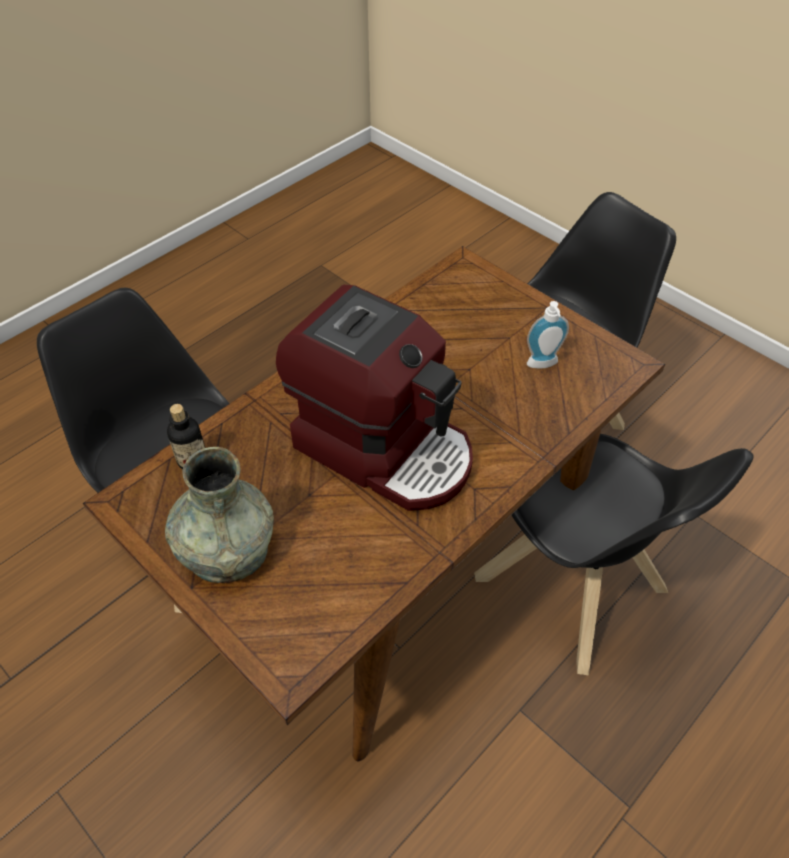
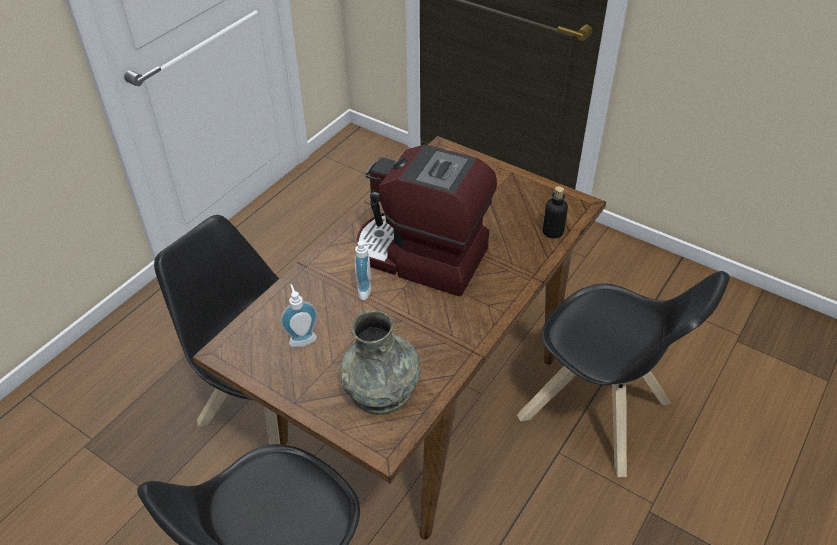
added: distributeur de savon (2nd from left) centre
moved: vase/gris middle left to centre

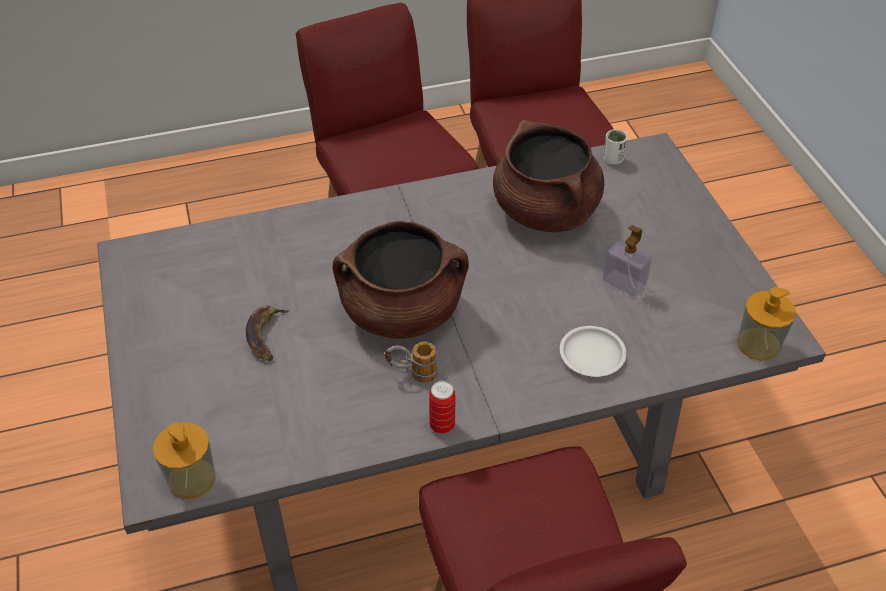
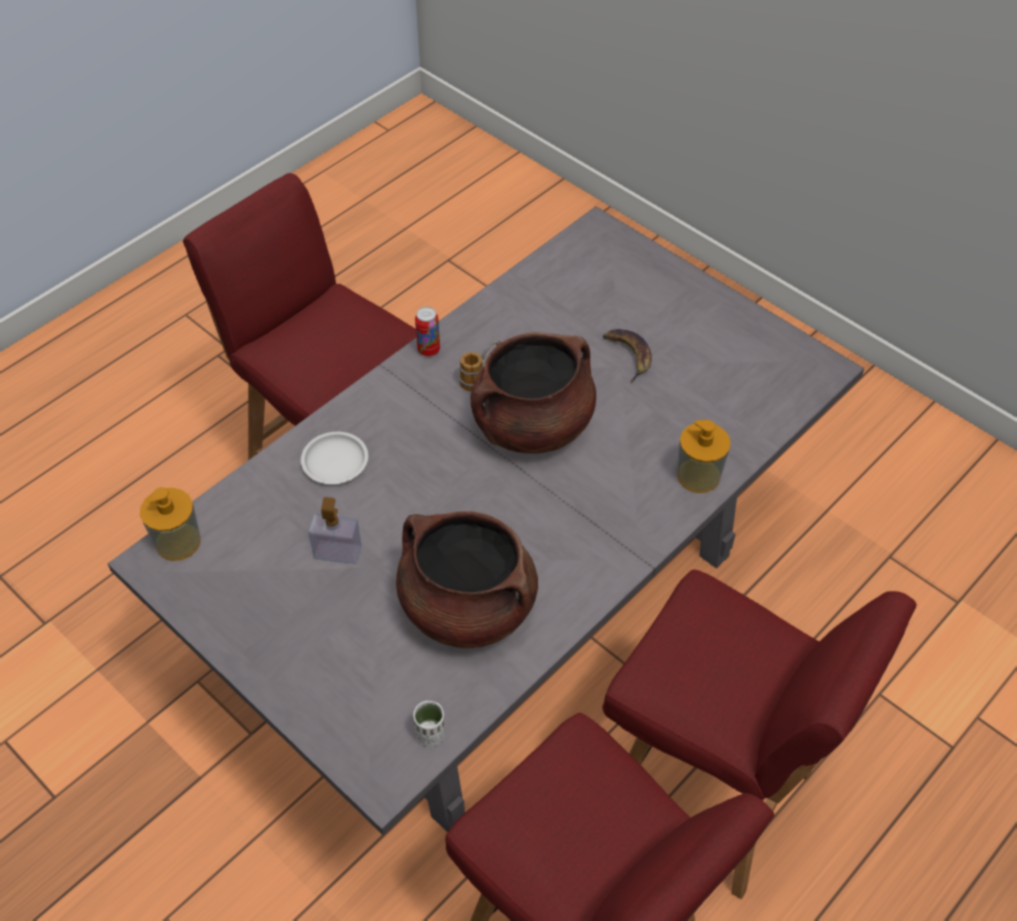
moved: distributeur de savon (1st from left in the first image) bottom left to distributeur de savon (3rd from left) middle right

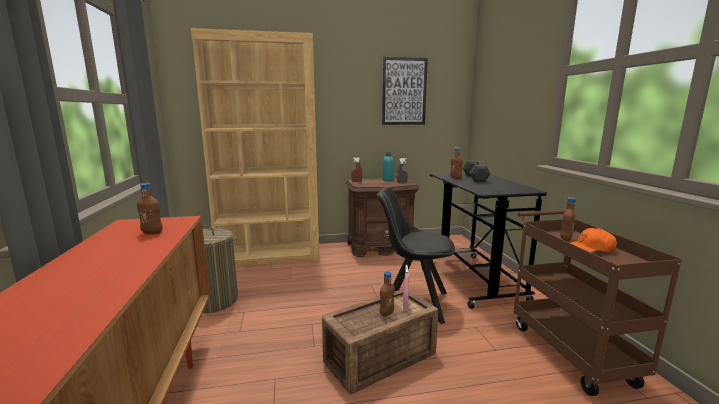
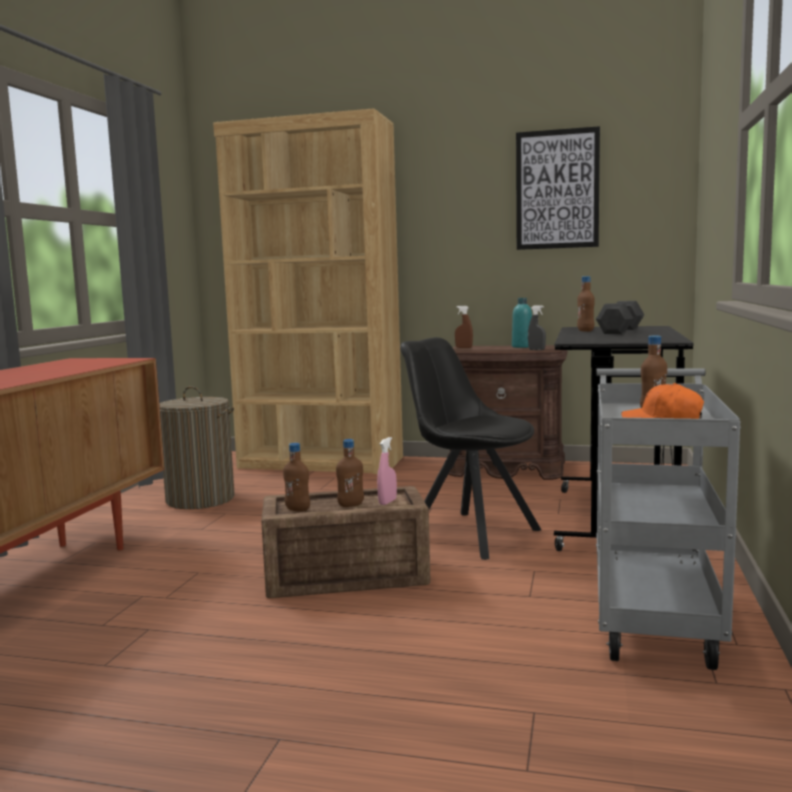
moved: bouteille/marron (1st from left) middle left to centre
recoloured: chariot/marron bottom right to chariot/gris middle right

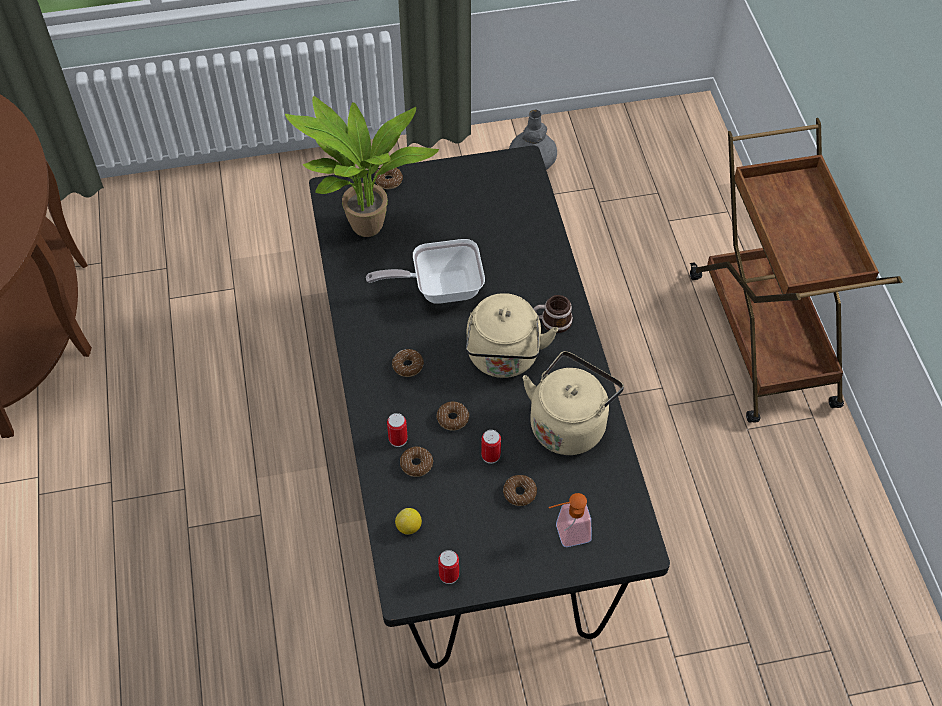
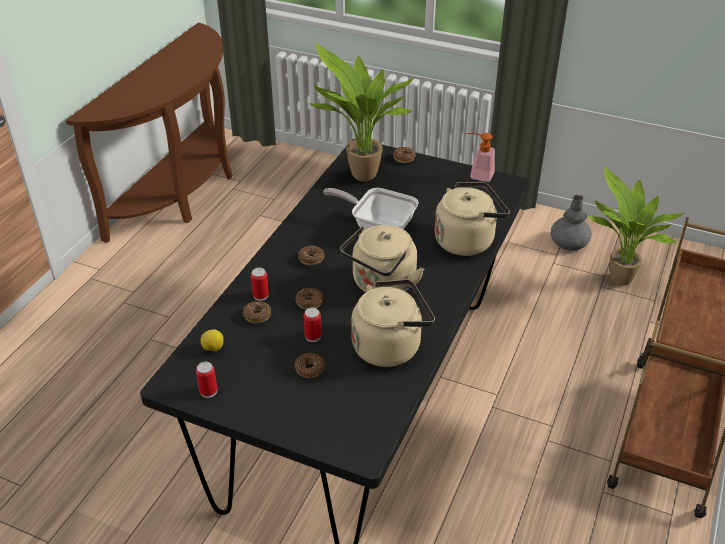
removed: mug centre
added: bouilloire/beige (3rd from left) centre; plante en pot (2nd from left) middle right
moved: distributeur de savon bottom centre to top centre

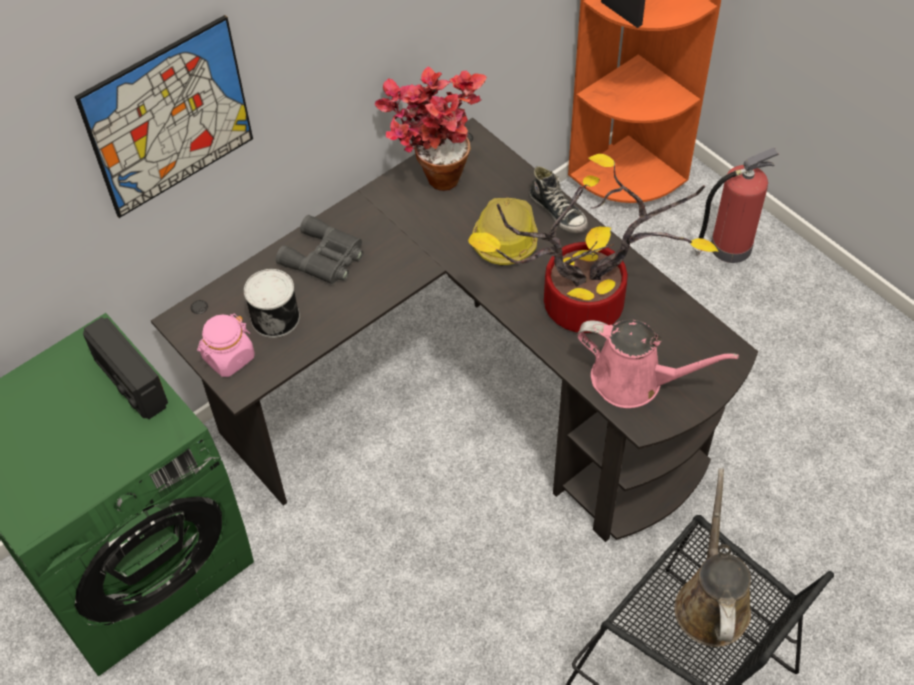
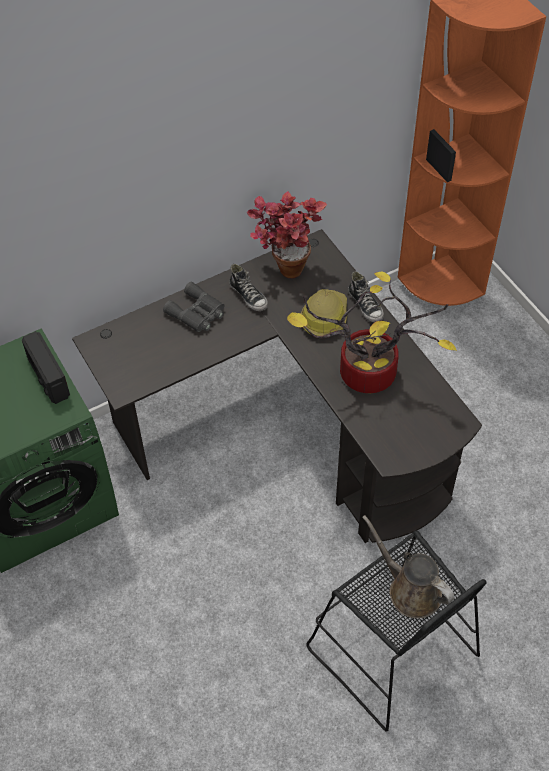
removed: tableau top left; bocal/rose middle left; boîte métallique middle left; arrosoir/rose middle right; extincteur top right
added: chaussure (1st from left) centre
turned: arrosoir/marron bottom right = bottom right 60 degrees counterclockwise

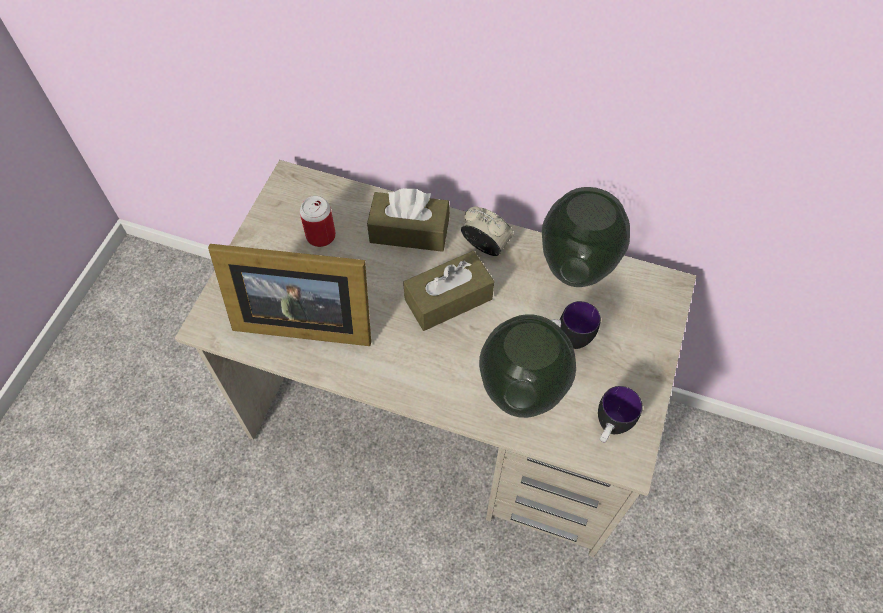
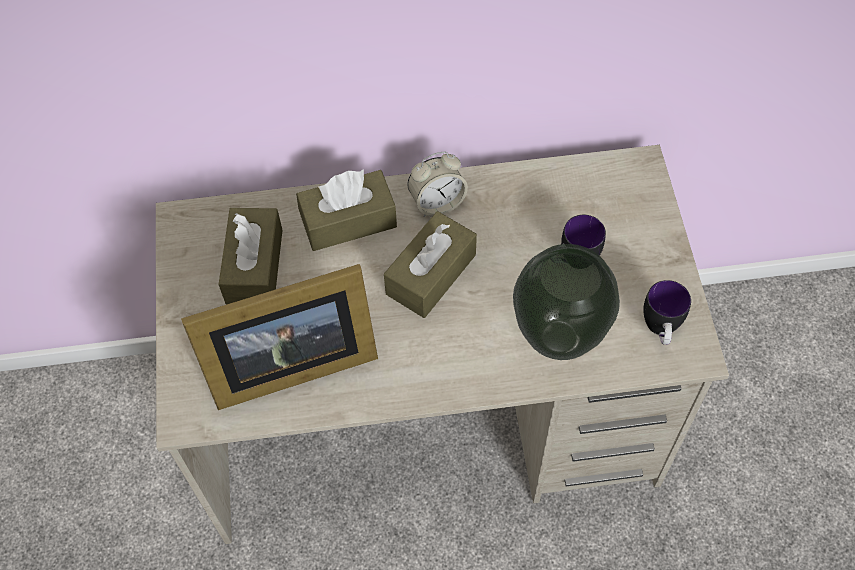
removed: vase (2nd from left) centre
replaced: boîte métallique centre to boîte à mouchoirs/marron (1st from left) middle left
turned: réveil centre = top centre 150 degrees clockwise

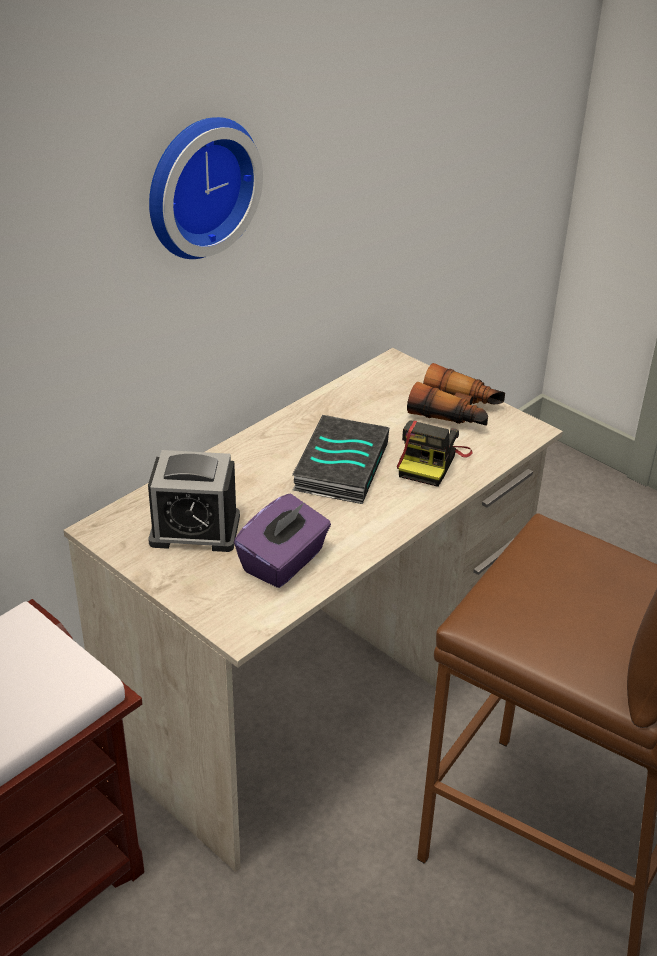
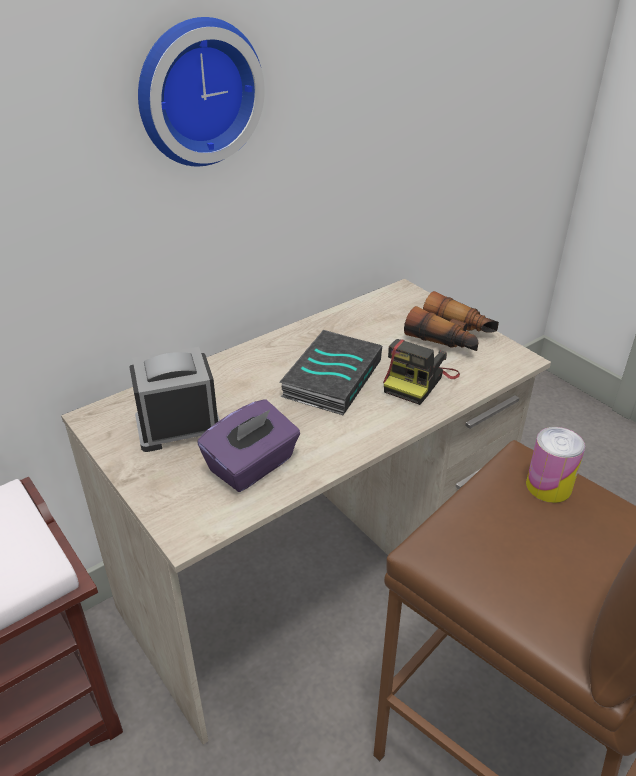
added: boîte métallique middle right
turned: réveil middle left = middle left 150 degrees clockwise

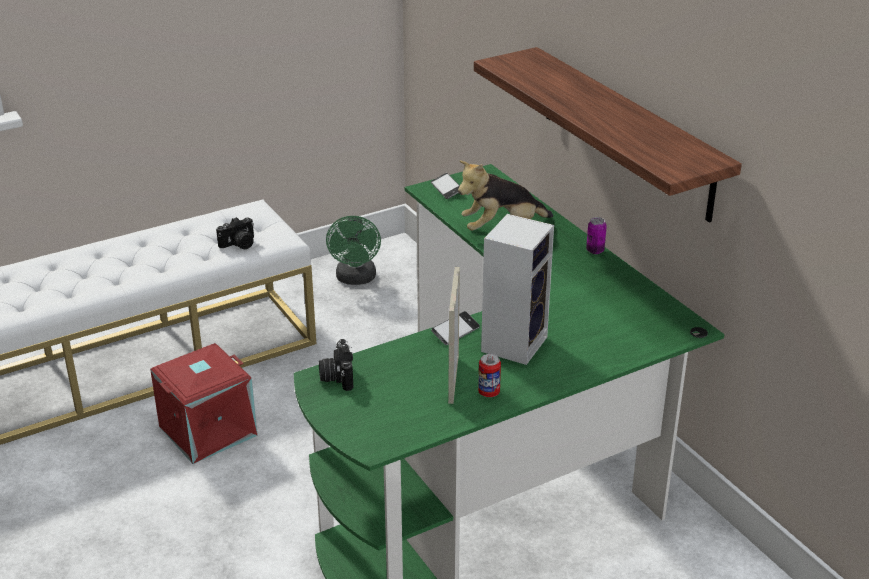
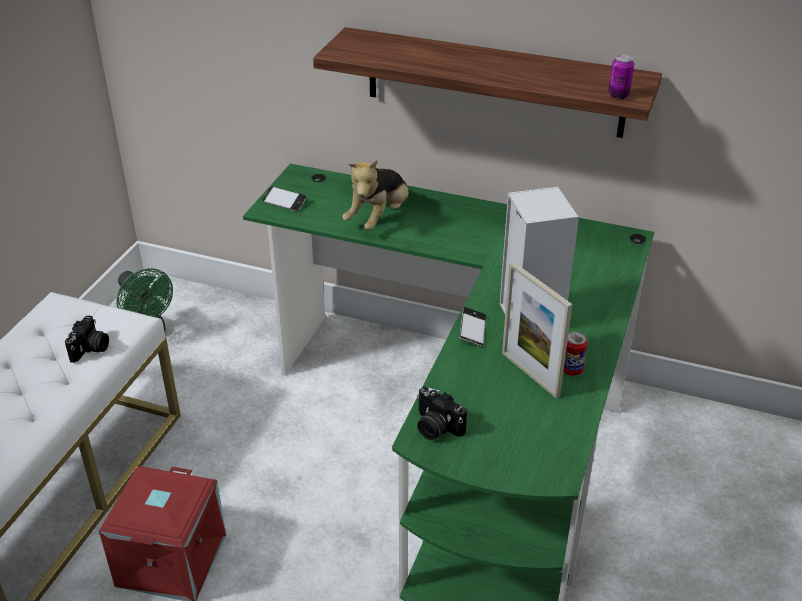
moved: boîte métallique (2nd from left) middle right to top right

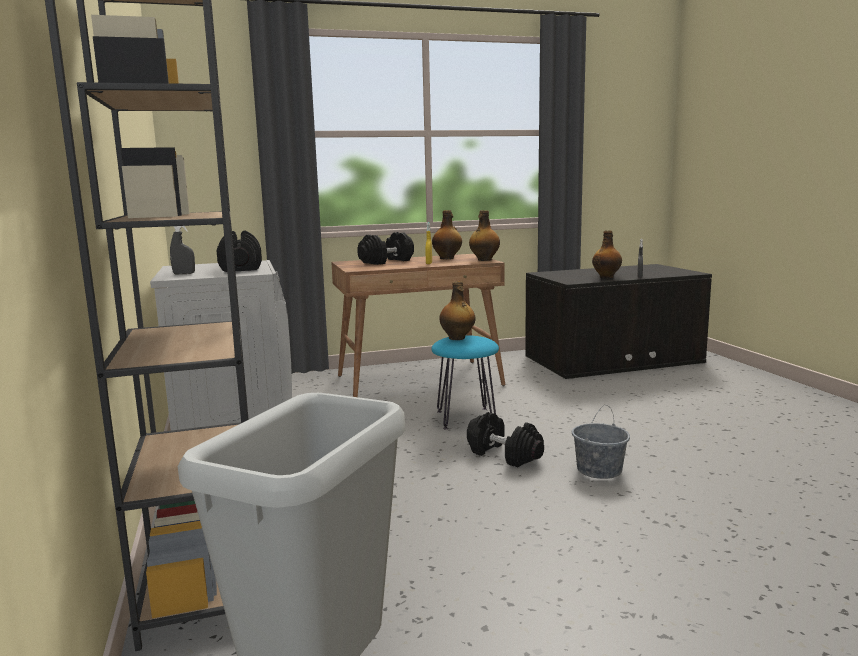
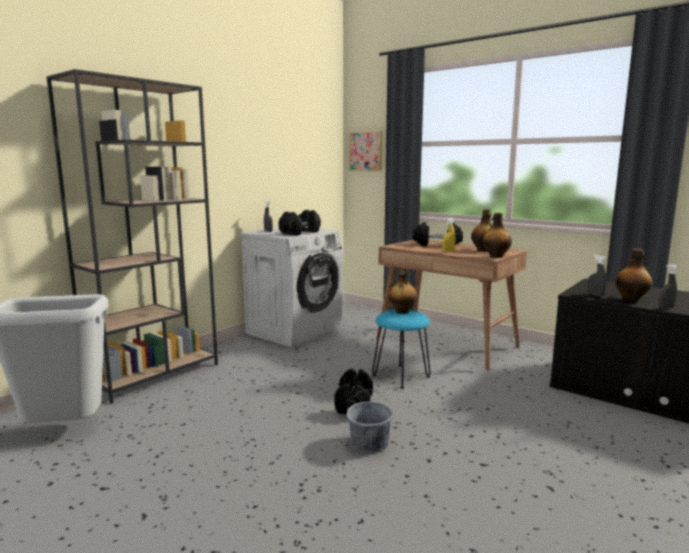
added: tableau top centre; vaporisateur/gris (2nd from left) middle right

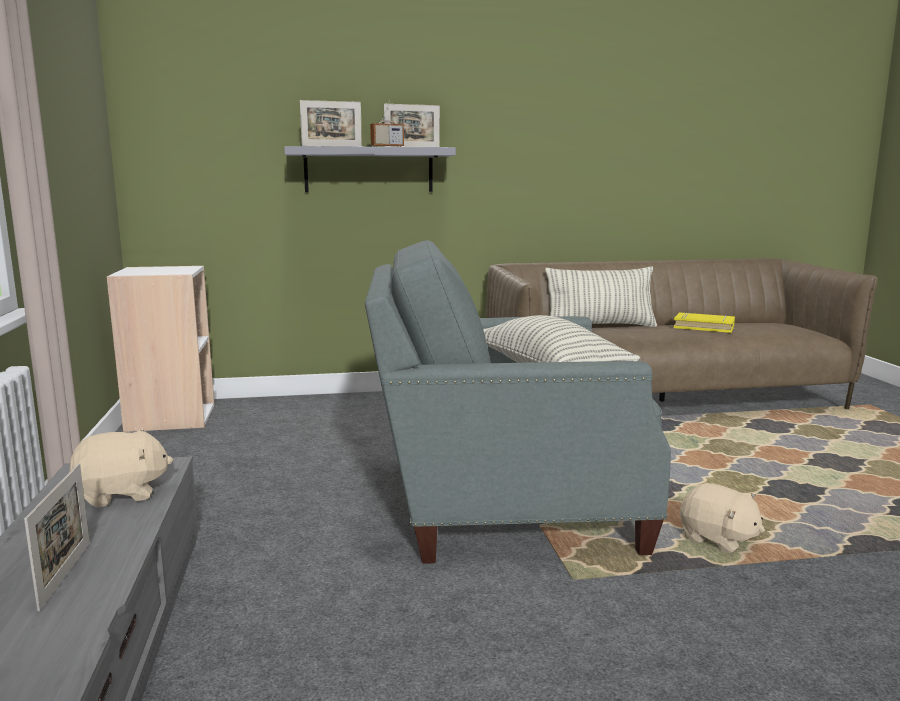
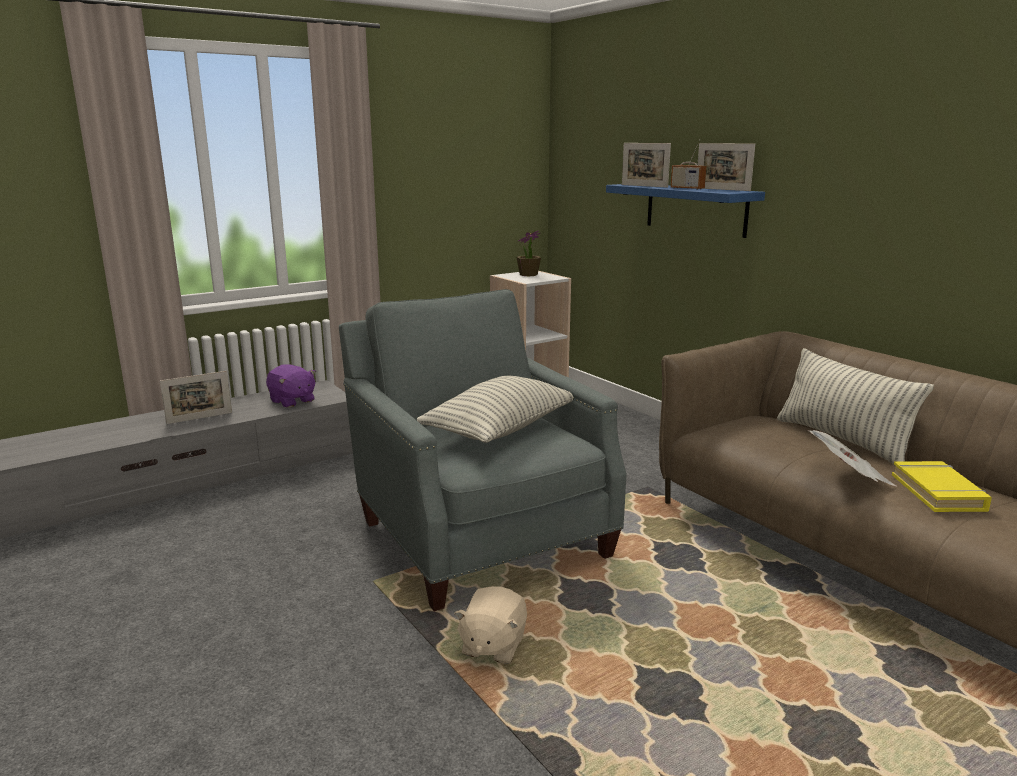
added: plante en pot top centre; journal middle right
recoloured: peluche/beige (1st from left) bottom left to peluche/violet middle left; étagère/gris top centre to étagère/bleu top right

